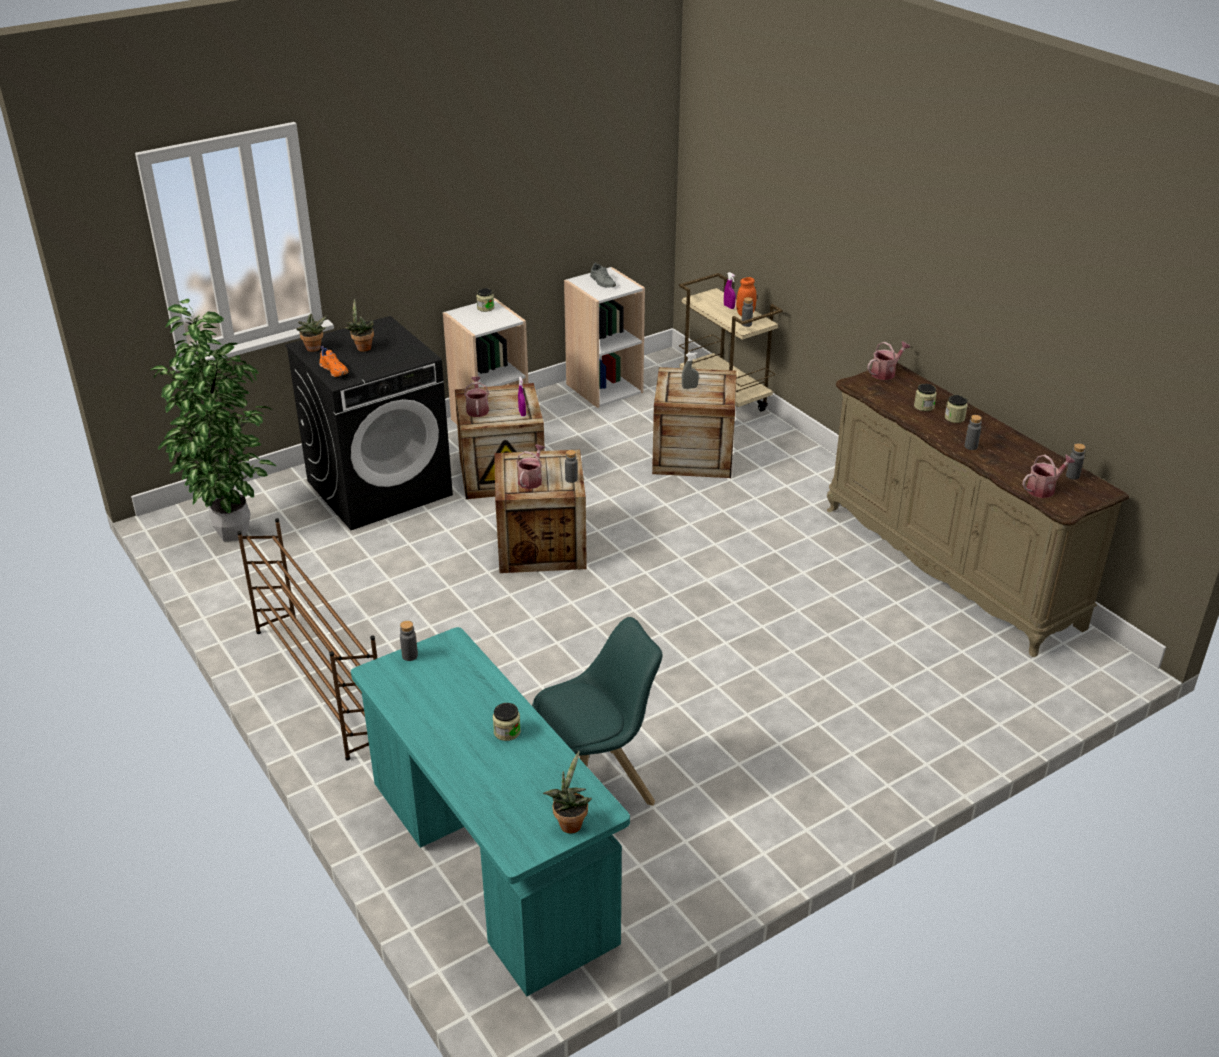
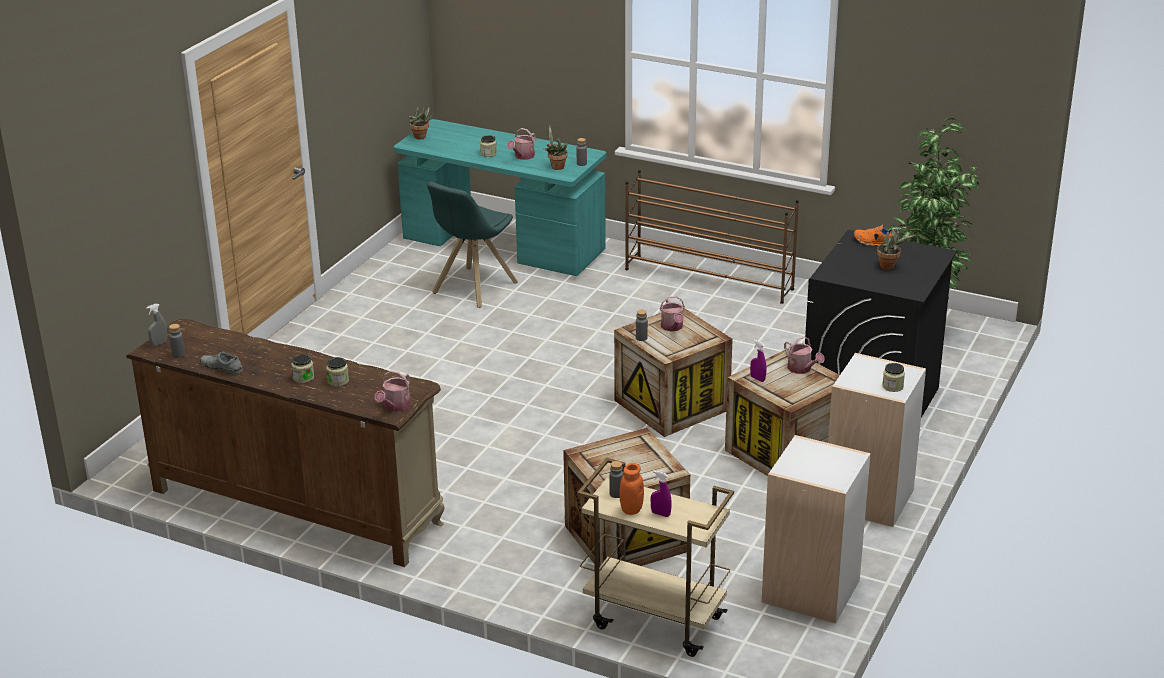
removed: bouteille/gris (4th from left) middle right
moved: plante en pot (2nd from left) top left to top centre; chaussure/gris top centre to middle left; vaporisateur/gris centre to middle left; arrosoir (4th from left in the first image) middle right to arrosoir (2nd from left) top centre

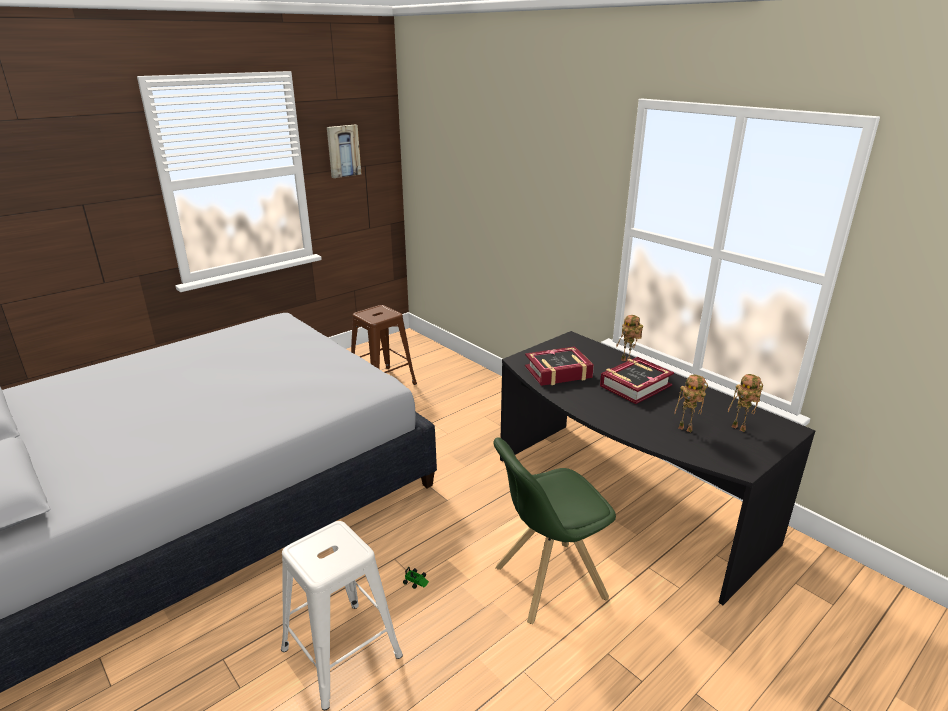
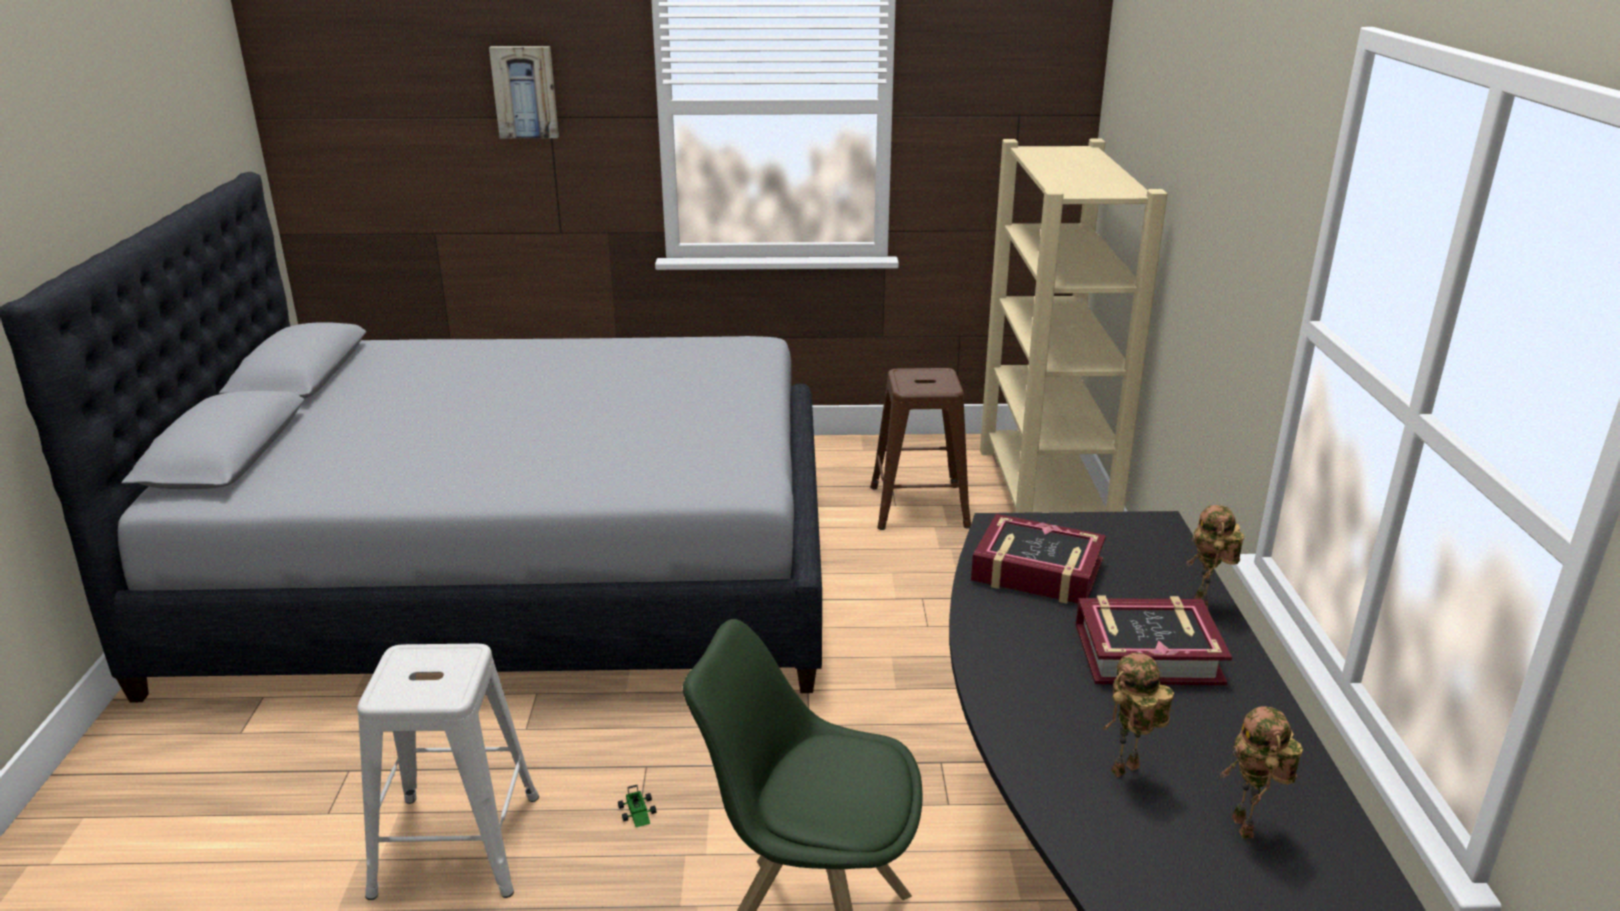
added: bibliothèque/beige centre
moved: tableau top centre to top left
turned: robot jouet (2nd from left in the first image) middle right = bottom right 75 degrees clockwise

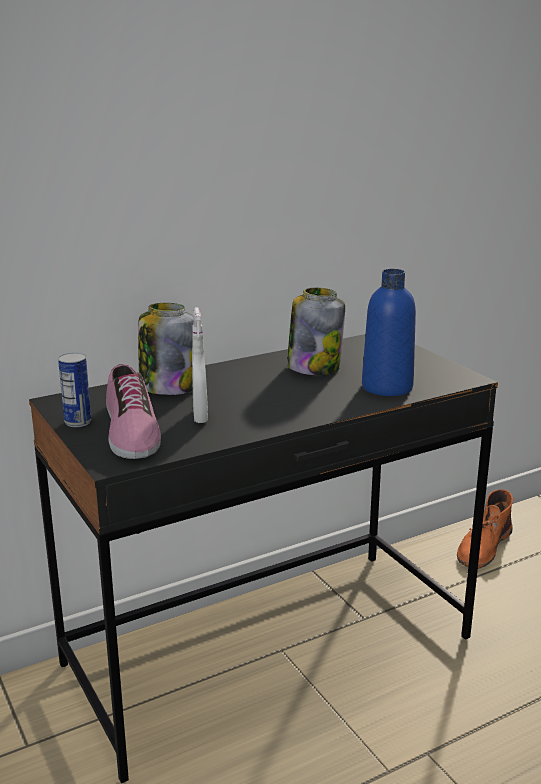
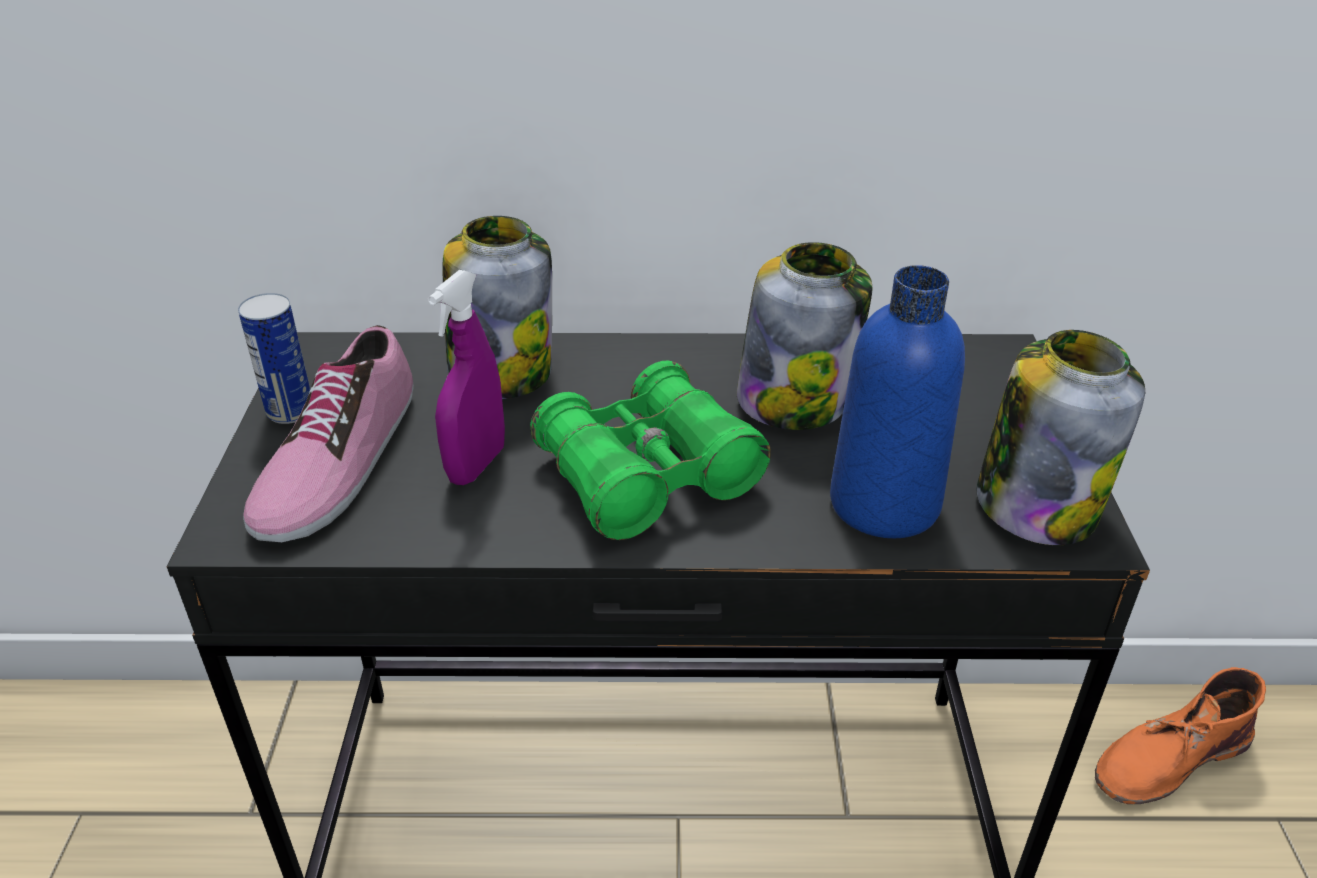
added: jumelles/vert centre; bocal (3rd from left) middle right
recoloured: vaporisateur/blanc centre to vaporisateur/violet centre

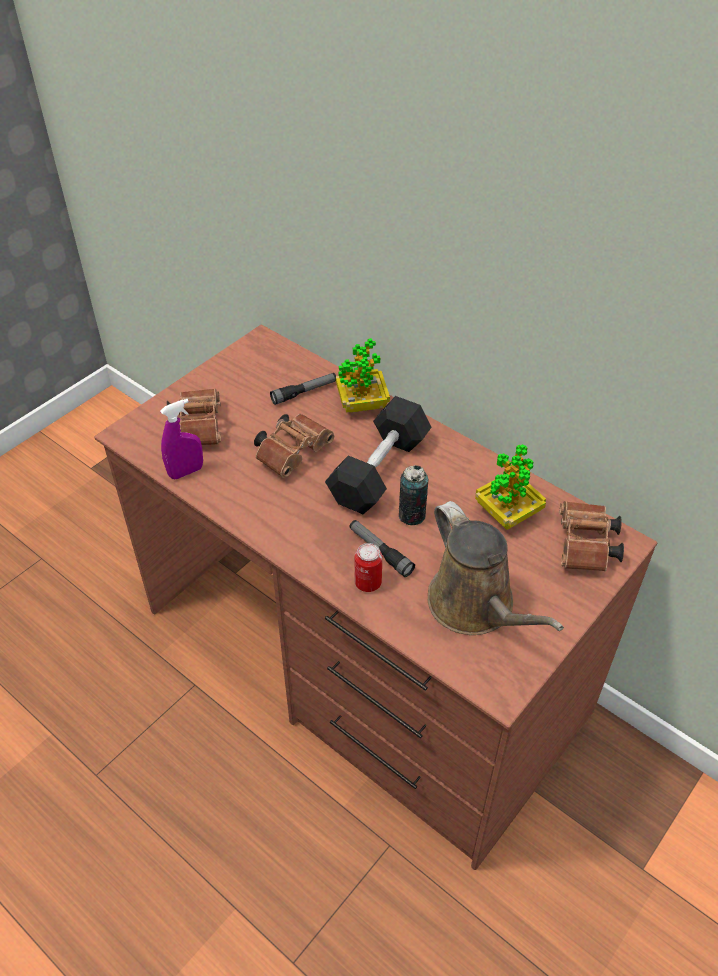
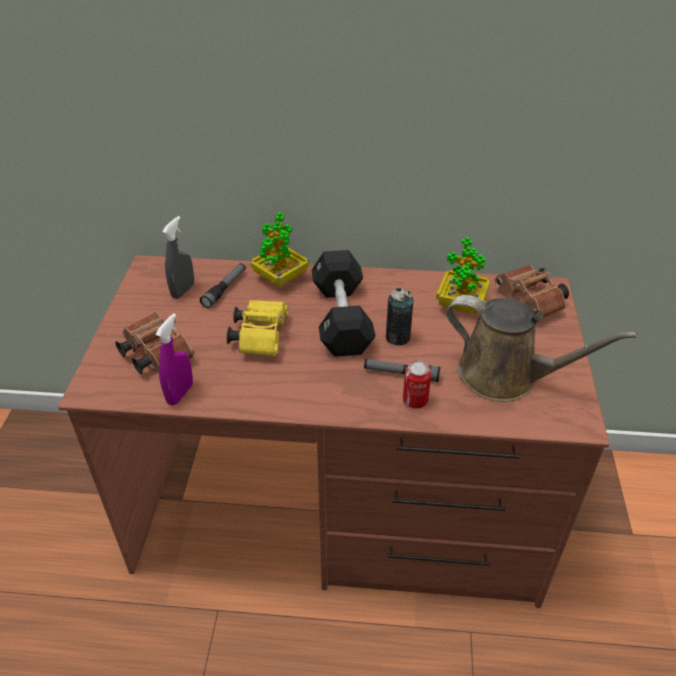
added: vaporisateur/gris middle left
recoloured: jumelles/marron (2nd from left) centre to jumelles/jaune centre

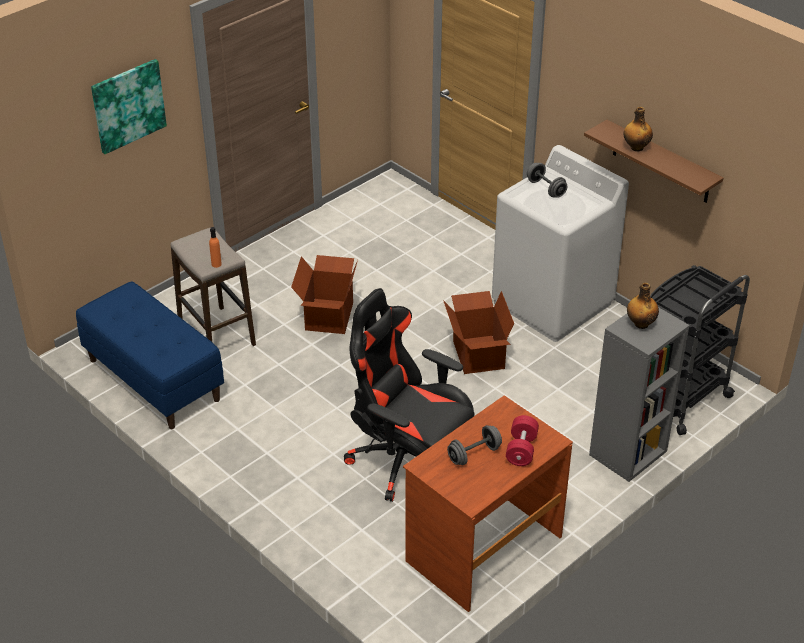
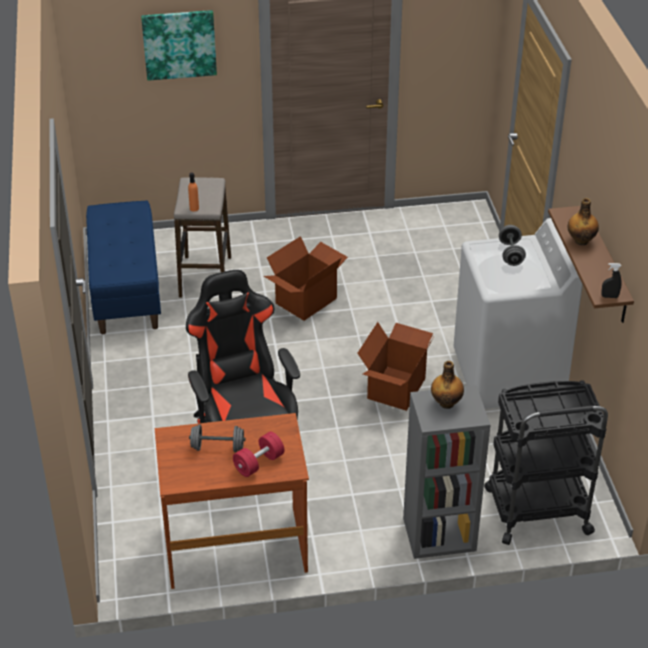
added: vaporisateur/noir middle right

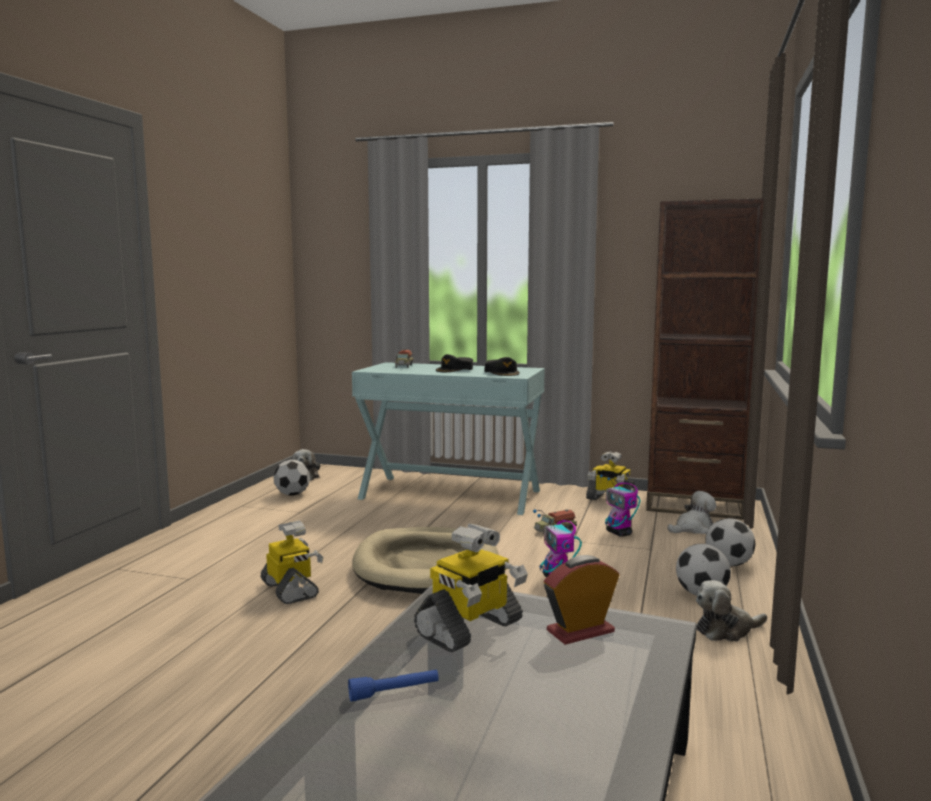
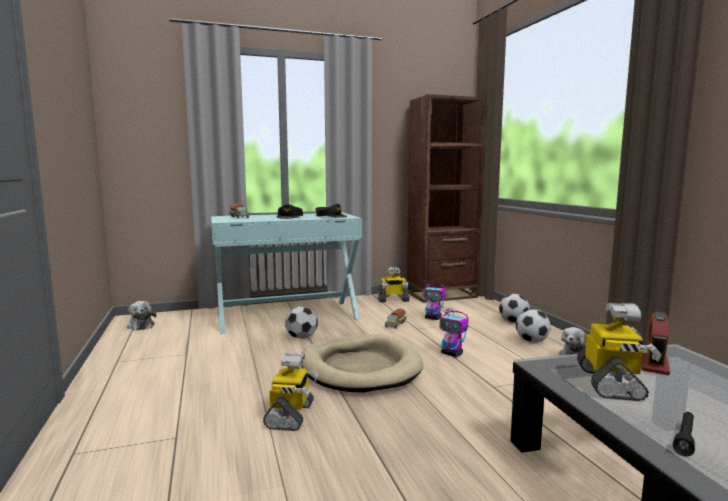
removed: peluche (2nd from left) middle right
moved: ballon de foot (1st from left) middle left to centre
recoloured: lampe de poche/bleu bottom centre to lampe de poche/noir bottom right
turned: robot jouet (1st from left) bottom left = bottom centre 75 degrees clockwise

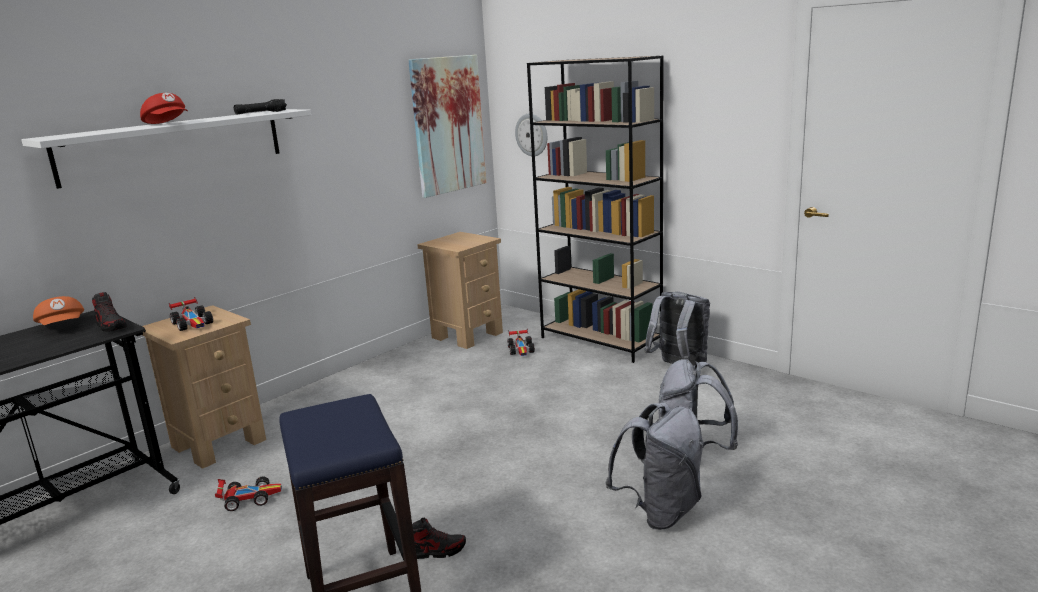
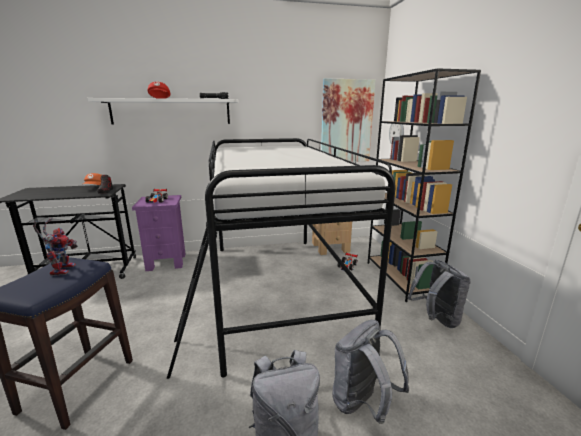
removed: petite voiture (2nd from left) bottom left; chaussure (2nd from left) bottom centre
added: robot jouet middle left; lit/noir centre
recoloured: table de chevet/beige (1st from left) middle left to table de chevet/violet middle left

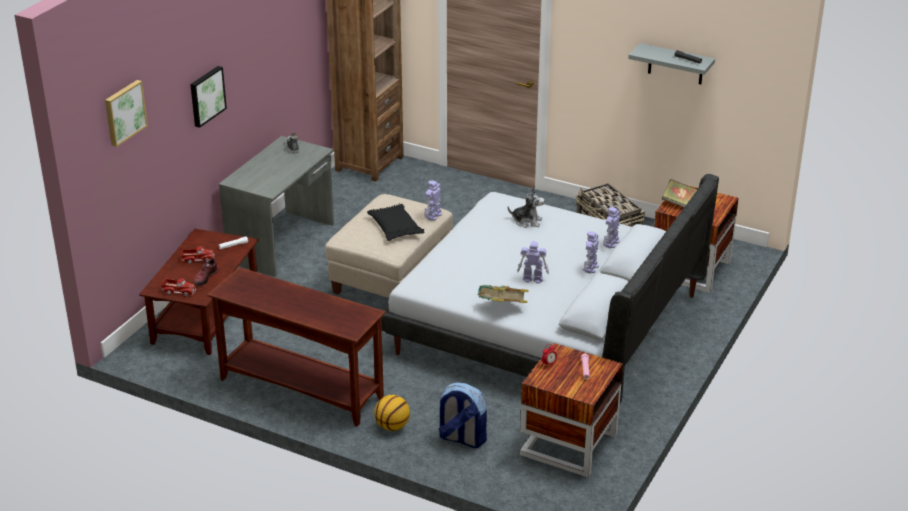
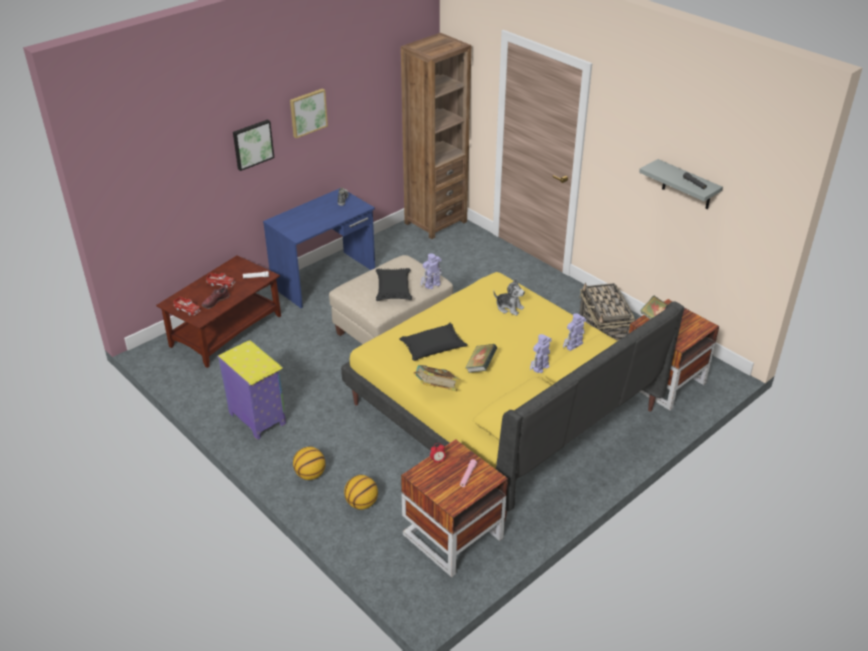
added: coussin/noir (2nd from left) centre
moved: tableau (1st from left in the first image) top left to tableau (2nd from left) top centre
replaced: table console/marron bottom left to table de chevet (1st from left) middle left; sac à dos bottom centre to ballon de basket (2nd from left) bottom centre; robot jouet (2nd from left) centre to livre (2nd from left) centre
recoloured: bureau/gris middle left to bureau/bleu centre; lit/gris centre to lit/jaune centre

